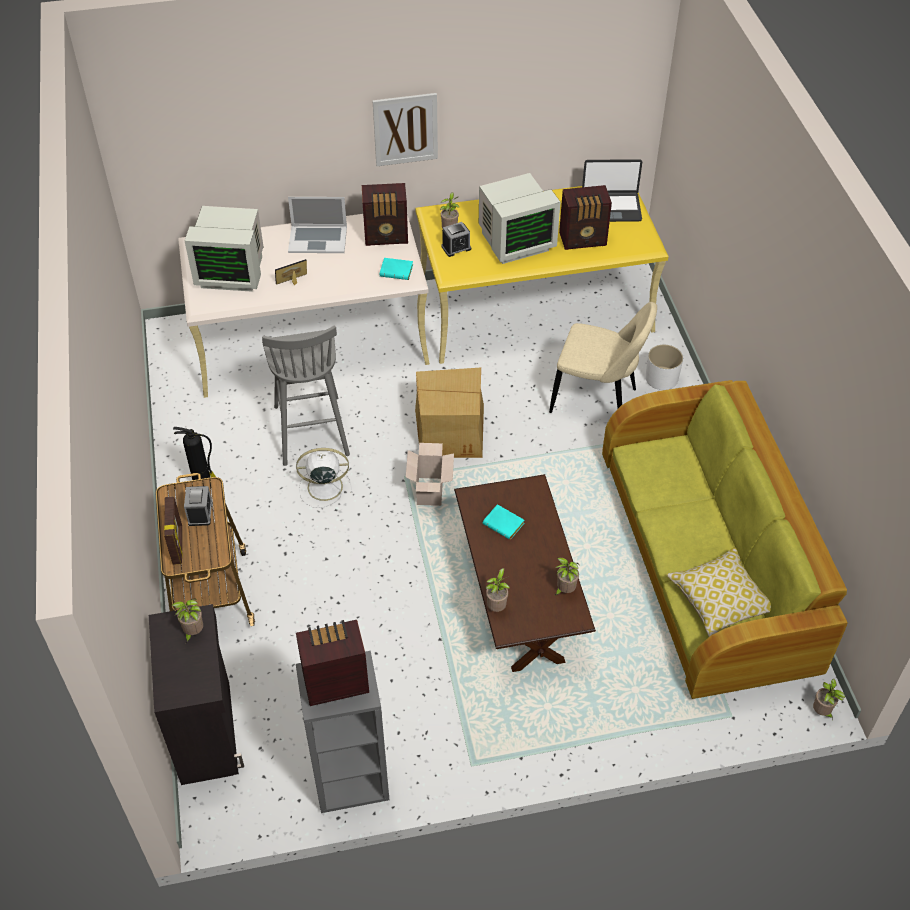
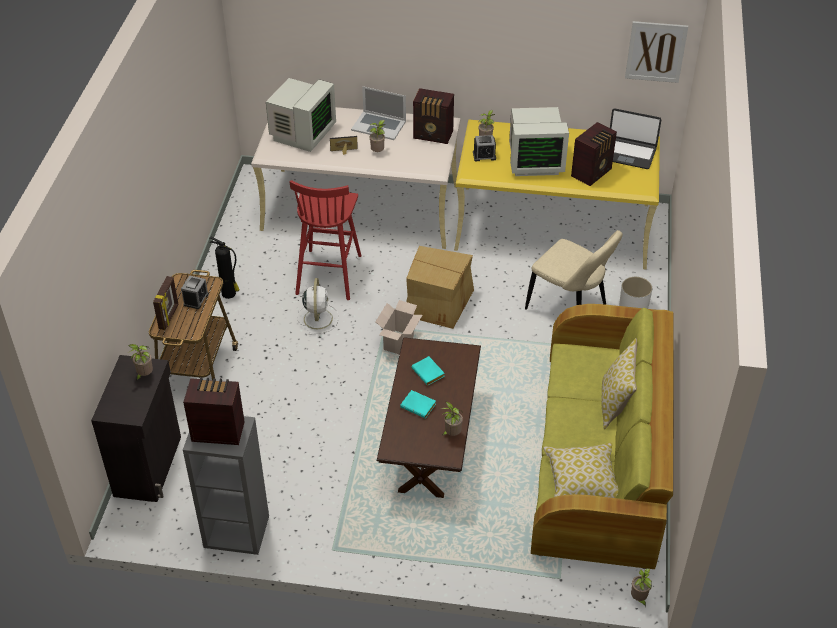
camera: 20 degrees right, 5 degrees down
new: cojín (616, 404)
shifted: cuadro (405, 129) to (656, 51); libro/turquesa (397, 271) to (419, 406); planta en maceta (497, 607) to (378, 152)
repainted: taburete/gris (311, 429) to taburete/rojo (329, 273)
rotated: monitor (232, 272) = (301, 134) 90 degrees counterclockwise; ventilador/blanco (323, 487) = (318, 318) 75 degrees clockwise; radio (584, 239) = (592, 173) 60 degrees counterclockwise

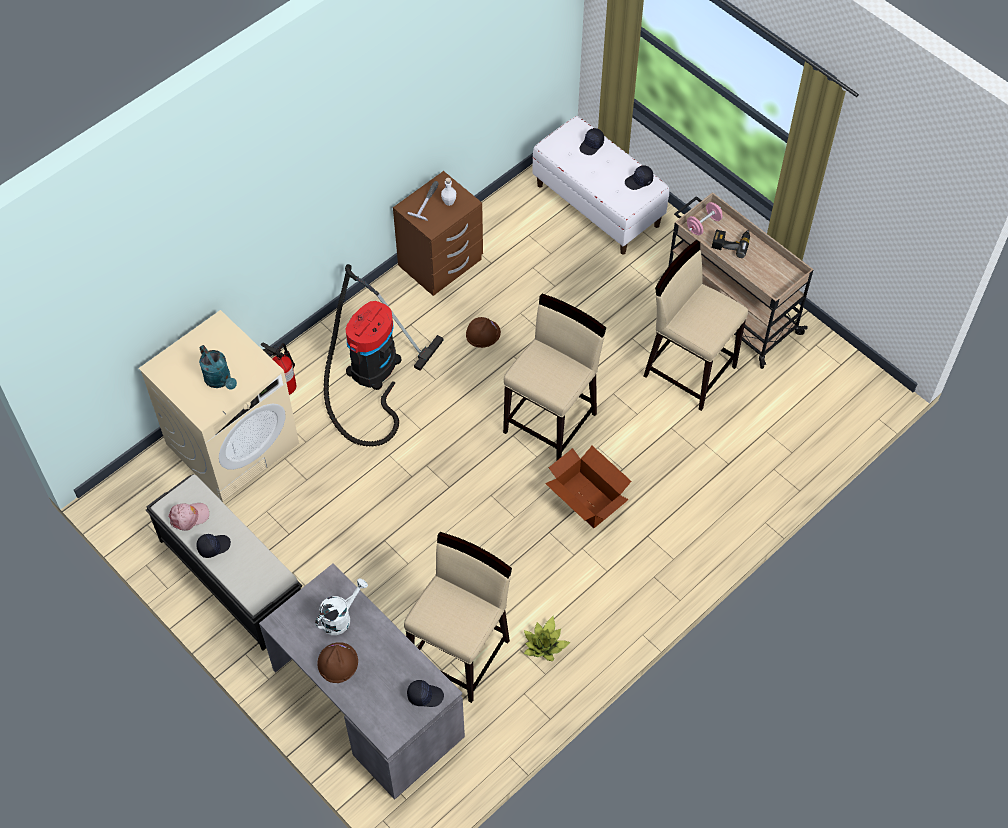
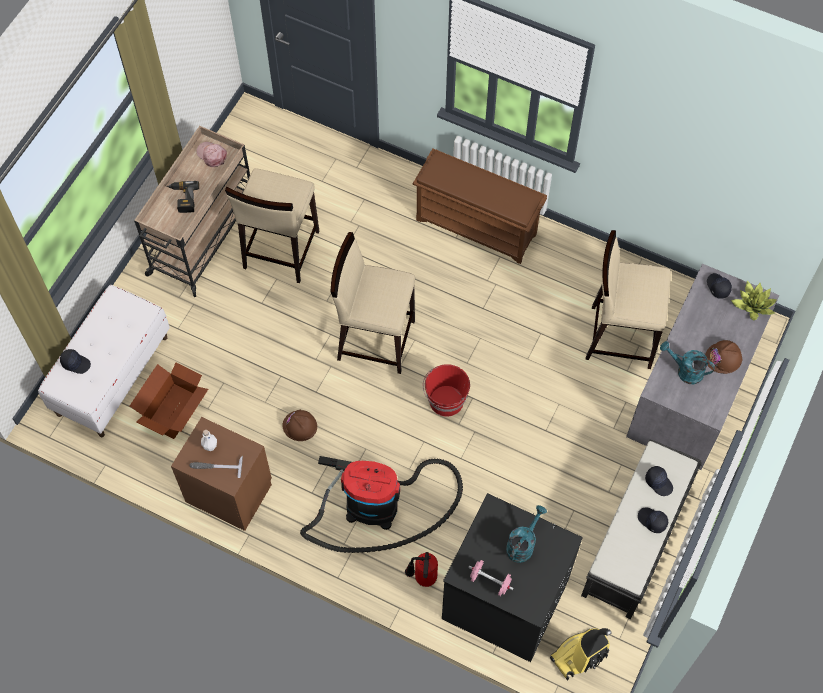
camera: 110 degrees left, 5 degrees up
new: zapatero/marrón (477, 226); cubo/rojo (446, 401); aspiradora (579, 656)
shifted: gorra/rosa (189, 517) to (212, 155); planta en maceta (545, 645) to (752, 305); caja de cartón (586, 500) to (174, 411); gorra/negro (639, 181) to (659, 482); mancuerna/rosa (703, 225) to (490, 581)
repainted: lavadora/beis (233, 443) to lavadora/negro (504, 599); regadera/blanco (340, 617) to regadera/turquesa (685, 371)

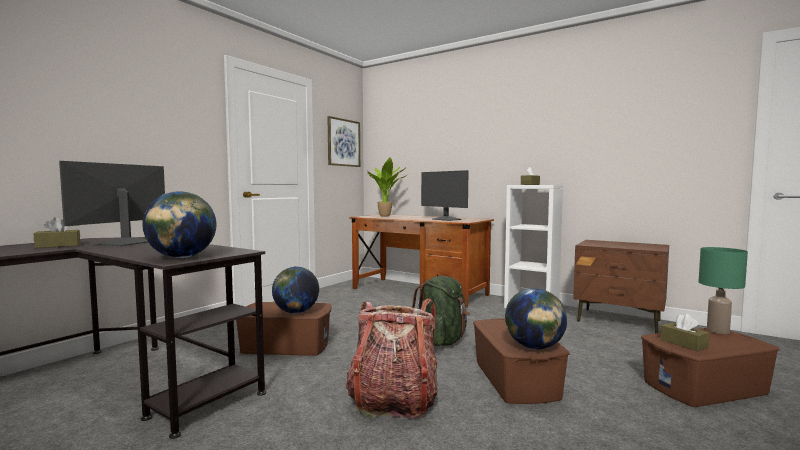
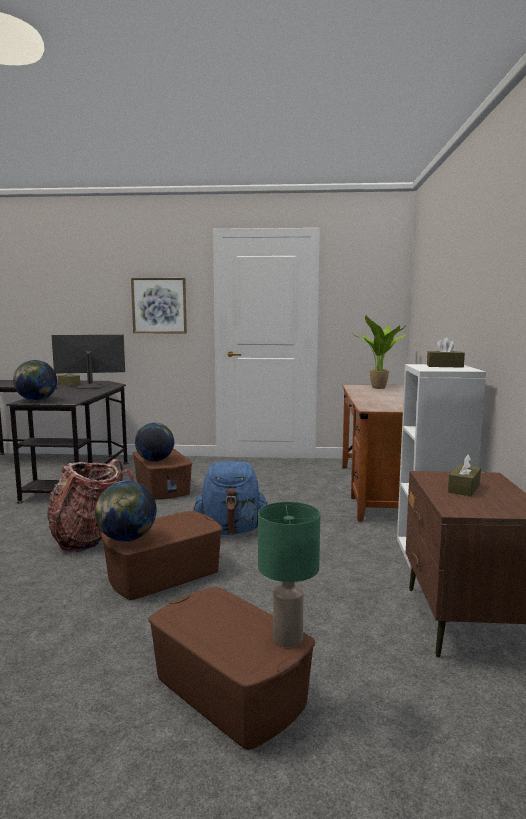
camera: 60 degrees right, 5 degrees up
gone: monitor (446, 219)
shifted: cuadro (343, 142) to (159, 305); caja de pañuelos/marrón (683, 343) to (464, 488)
repainted: mochila/verde (442, 341) to mochila/azul (231, 530)

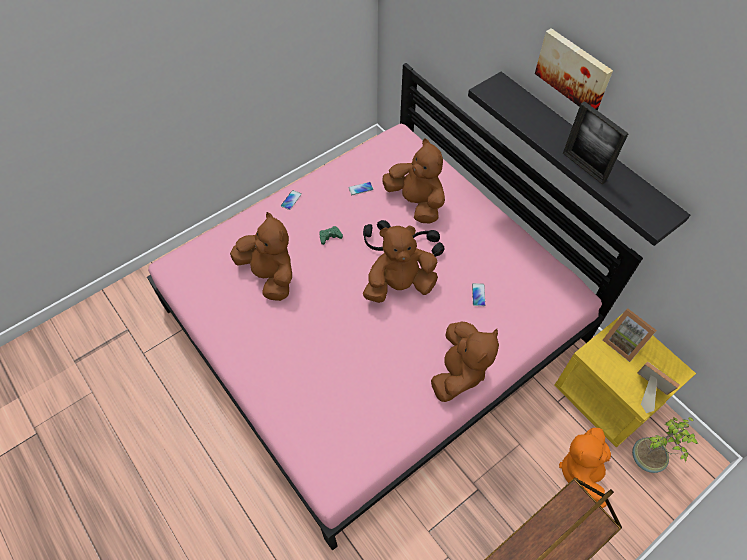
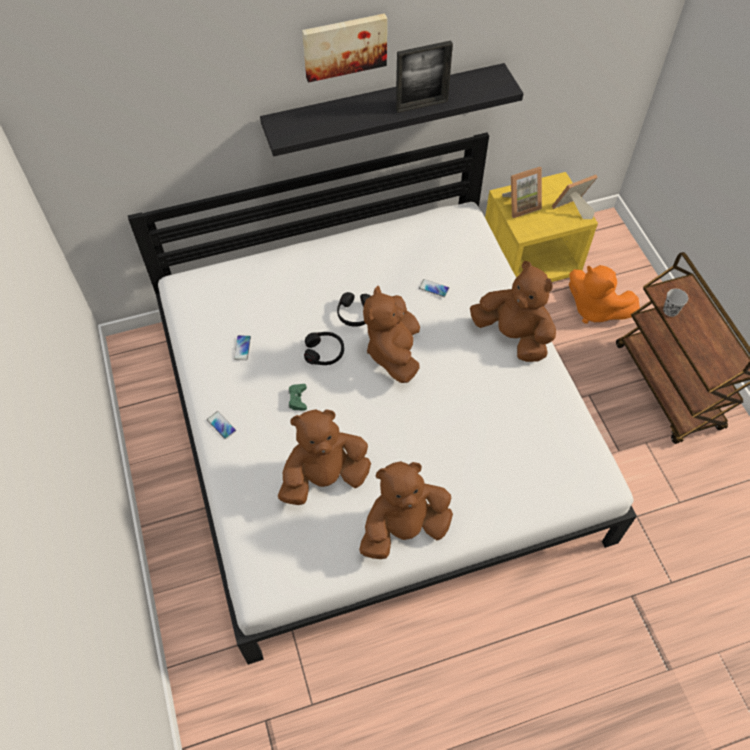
camera: 70 degrees left, 0 degrees up
gone: planta en maceta (647, 458)
new: taza/negro (670, 311)
shifted: peluche/marrón (416, 202) to (404, 528)
repainted: cama/rosa (373, 323) to cama/blanco (376, 425)

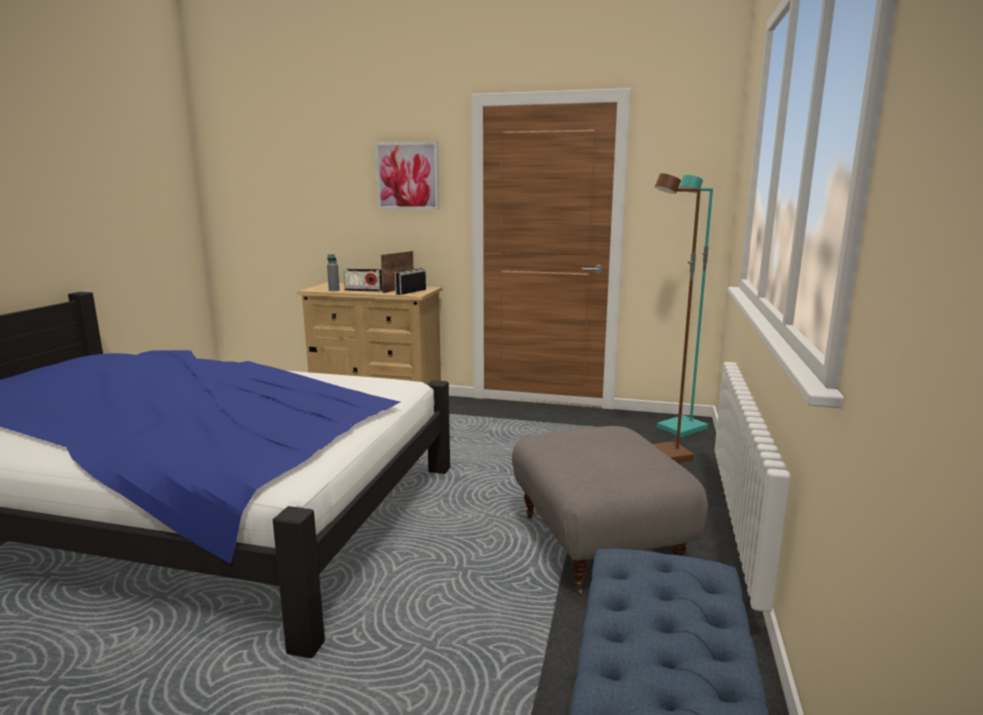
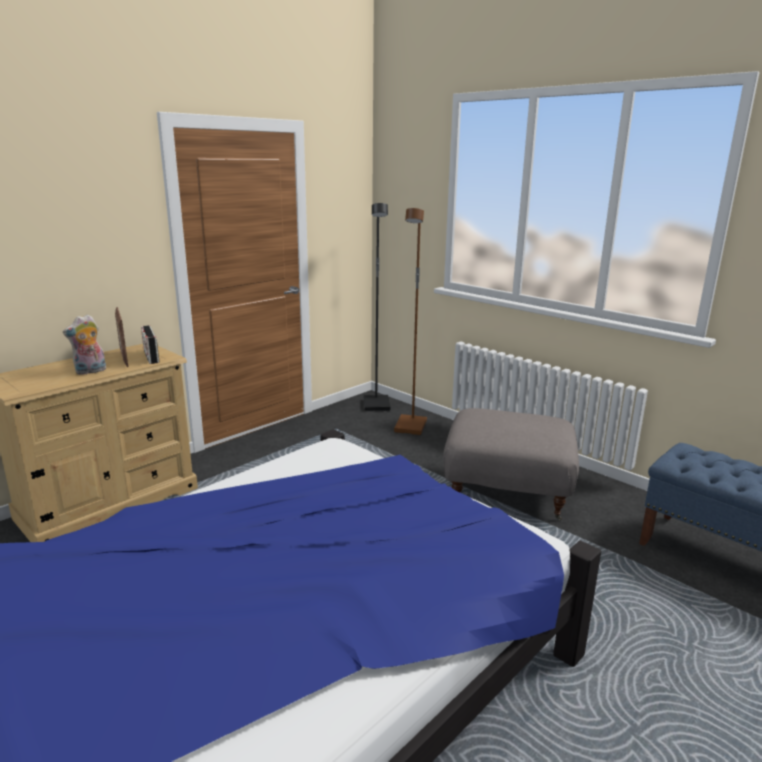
camera: 60 degrees left, 5 degrees up
gone: botella/gris (334, 290); cuadro (407, 176)
swapped: radio (363, 290) to peluche (90, 371)
repainted: lámpara de pie/turquesa (682, 429) to lámpara de pie/negro (377, 405)

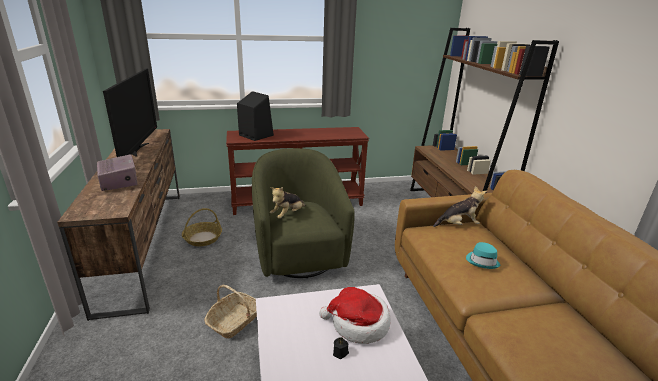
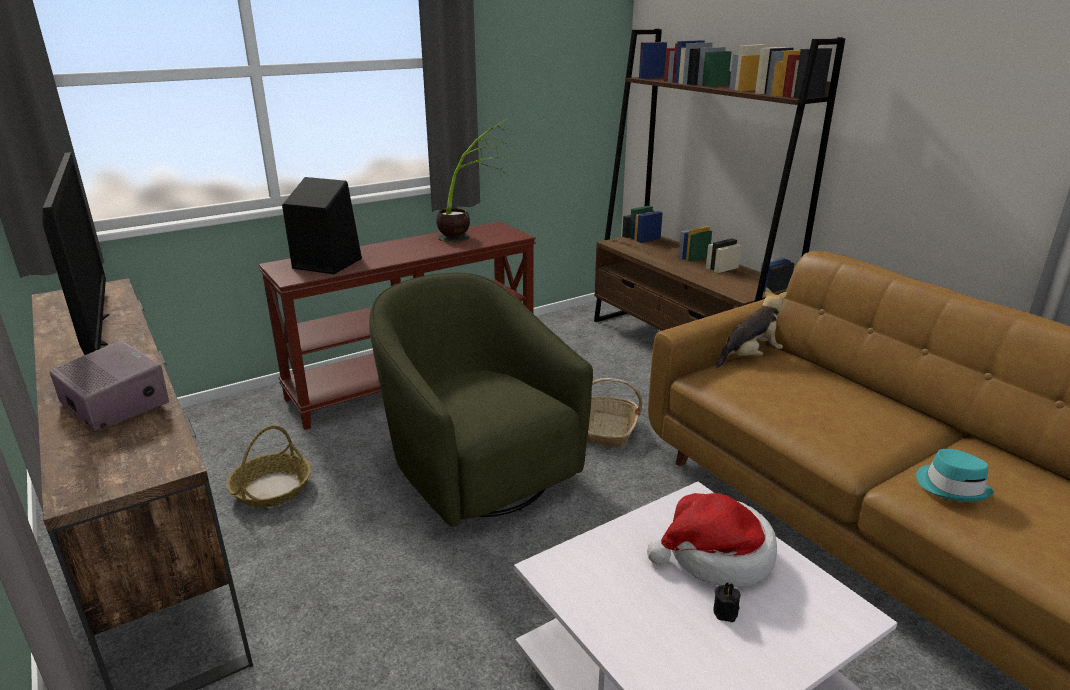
camera: 20 degrees left, 0 degrees up
gone: peluche (288, 215)
new: planta en maceta (472, 234)
shifted: cesta (234, 321) to (608, 430); sombrero/turquesa (482, 261) to (952, 486)

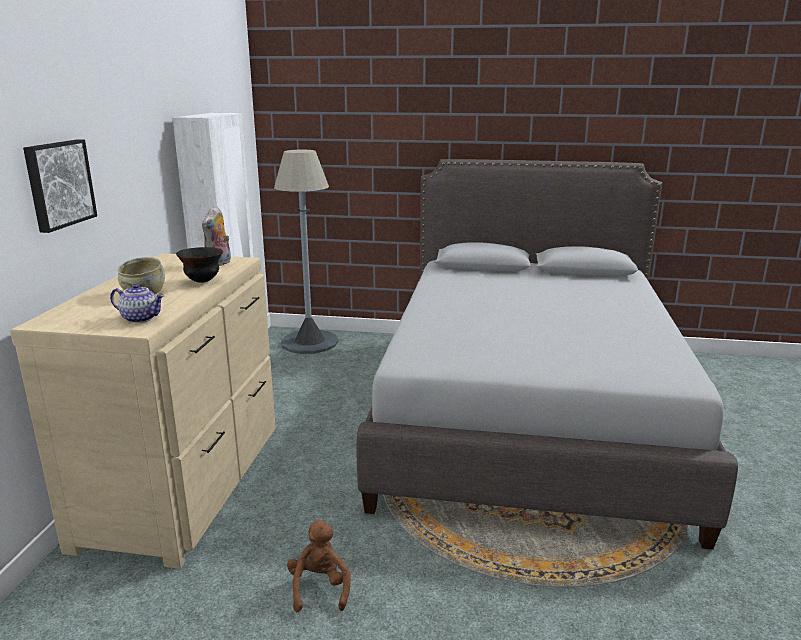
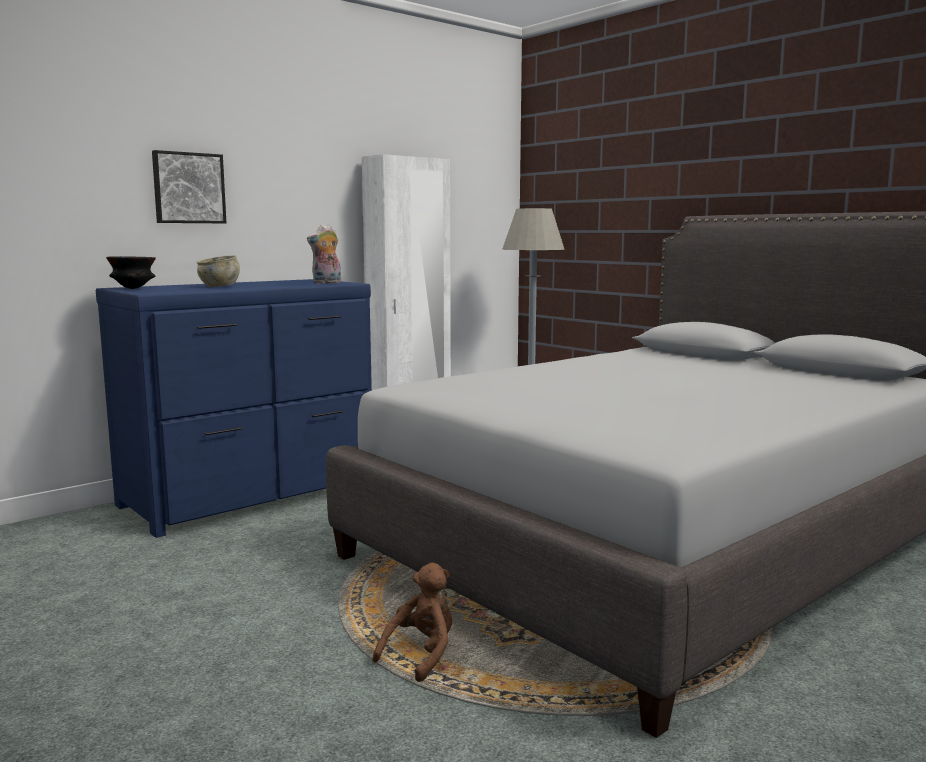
camera: 40 degrees right, 10 degrees down
gone: tetera (141, 318)
shifted: cuenco/negro (203, 281) to (134, 288); peluche/marrón (319, 588) to (421, 655)
repainted: cómoda/beis (187, 484) to cómoda/azul (252, 495)

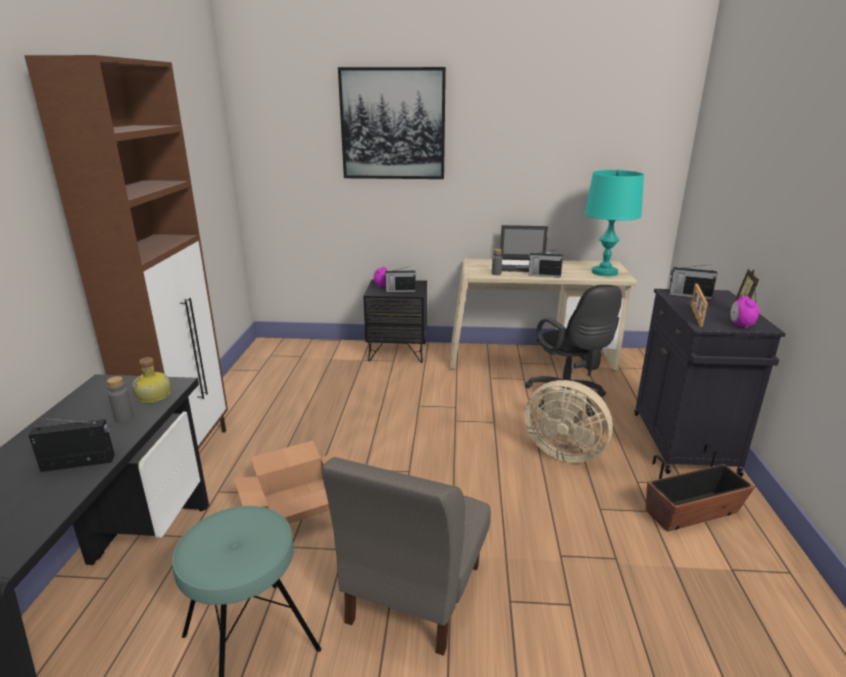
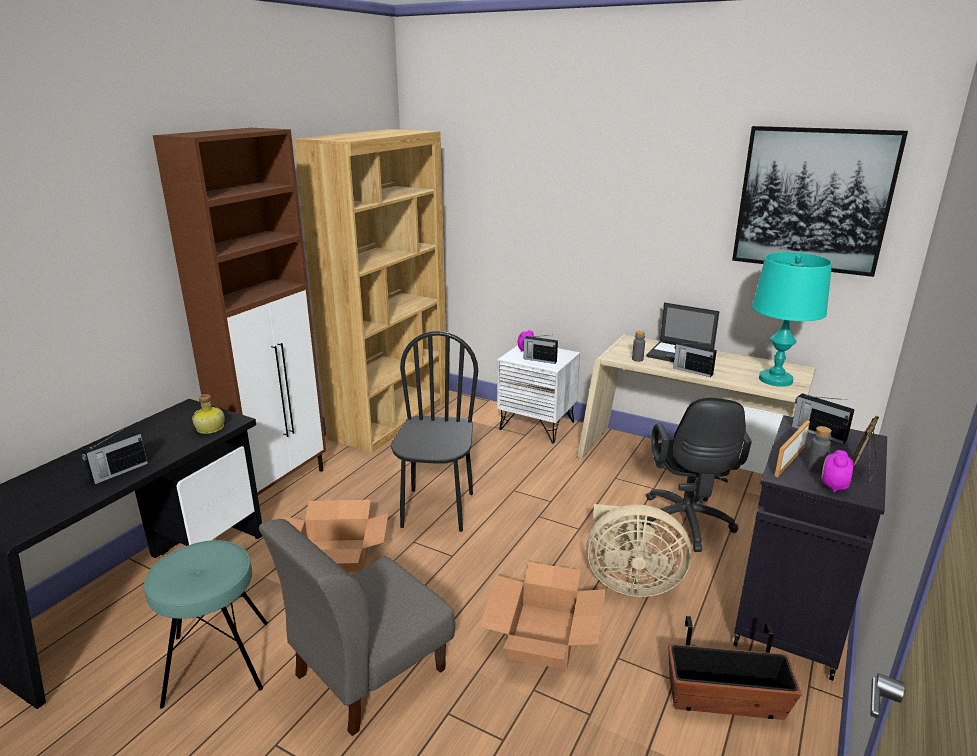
camera: 25 degrees right, 0 degrees up
new: estantería/marrón (391, 418); silla/negro (437, 509); caja de cartón (543, 635)
shifted: botella/gris (124, 418) to (815, 467); cuadro (393, 124) to (813, 200)
repainted: mesita de noche/negro (398, 352) to mesita de noche/blanco (537, 425)
rotated: radio (79, 463) = (118, 472) 120 degrees clockwise; ventilador/beis (563, 451) = (629, 582) 45 degrees counterclockwise

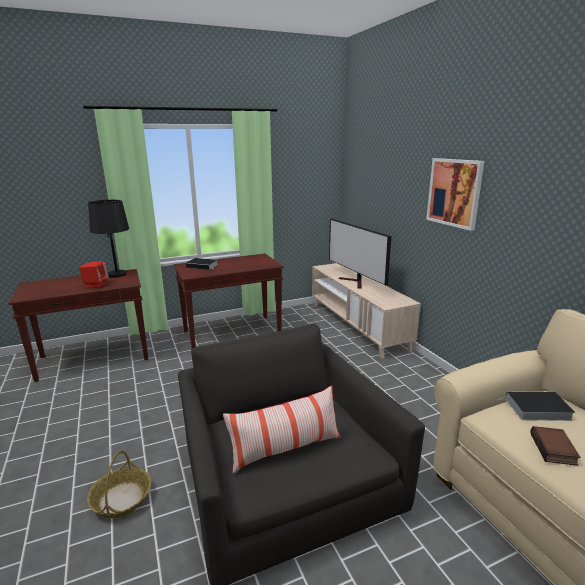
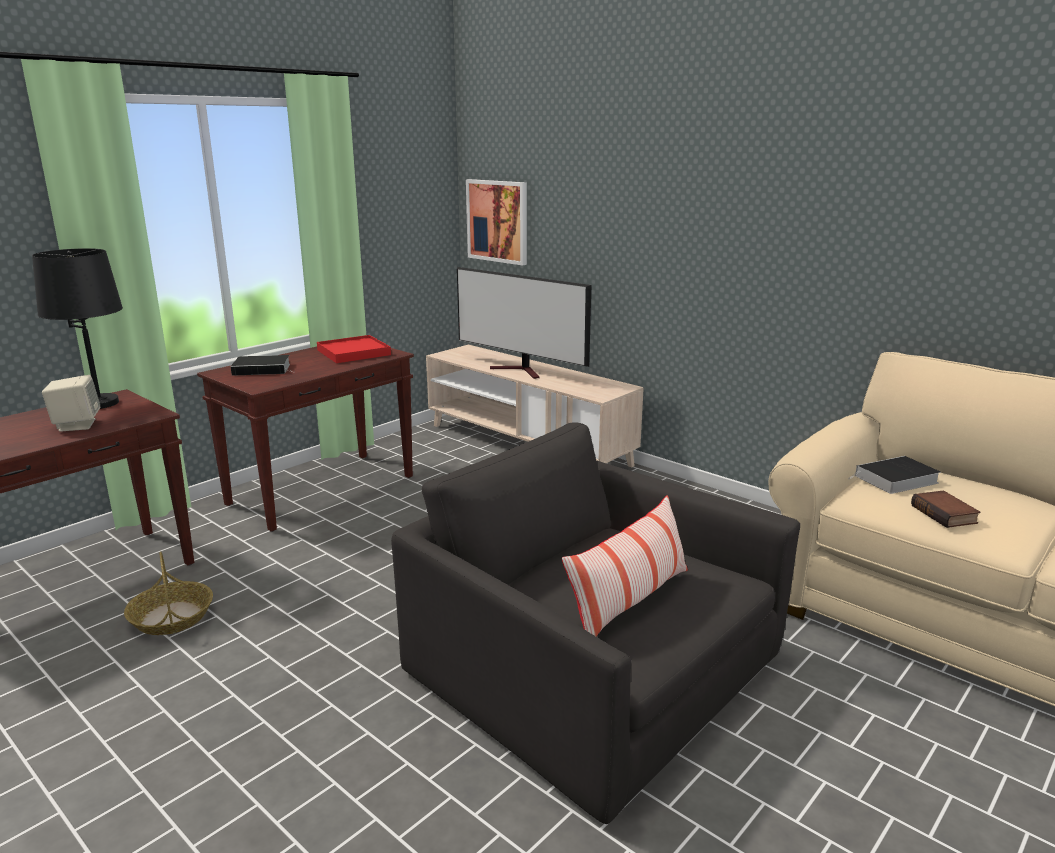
camera: 25 degrees left, 0 degrees up
new: bandeja/rojo (354, 352)
shifted: cesta (121, 499) to (172, 617); cuadro (454, 192) to (497, 221)
repainted: altavoz/rojo (96, 284) to altavoz/beis (76, 425)

